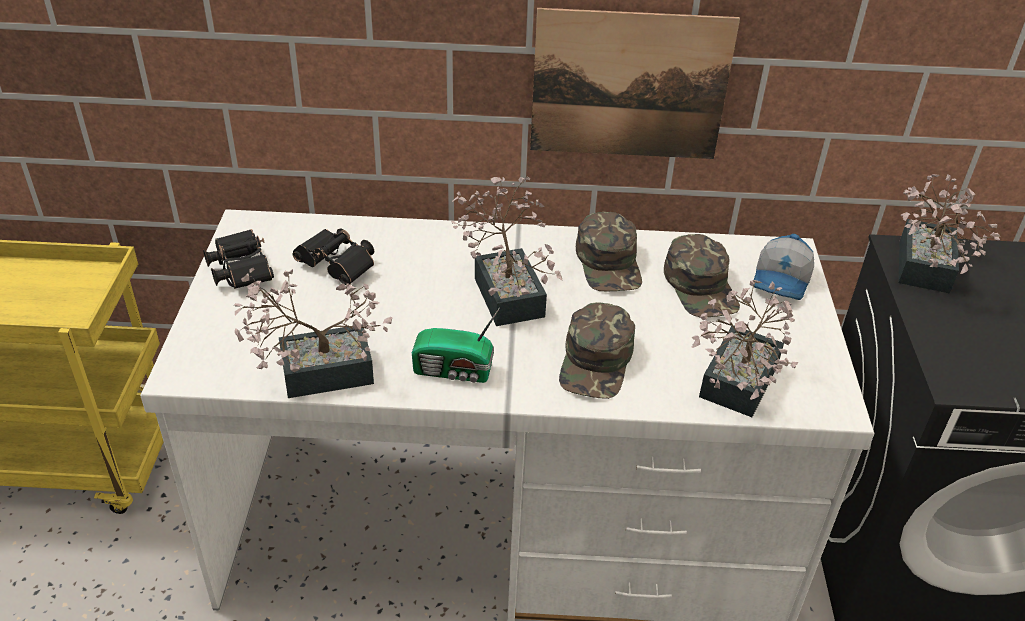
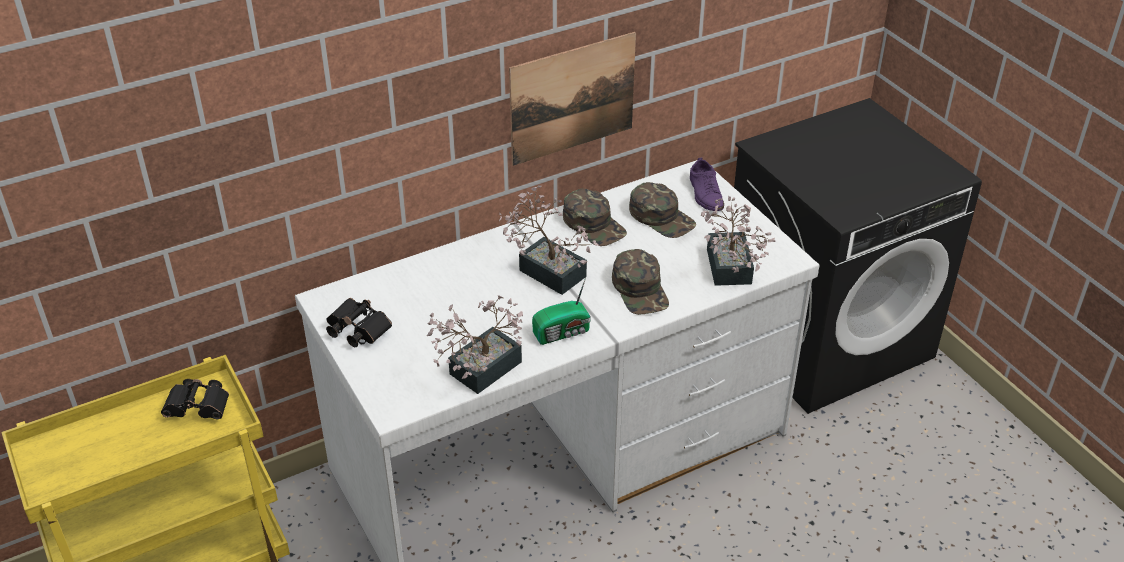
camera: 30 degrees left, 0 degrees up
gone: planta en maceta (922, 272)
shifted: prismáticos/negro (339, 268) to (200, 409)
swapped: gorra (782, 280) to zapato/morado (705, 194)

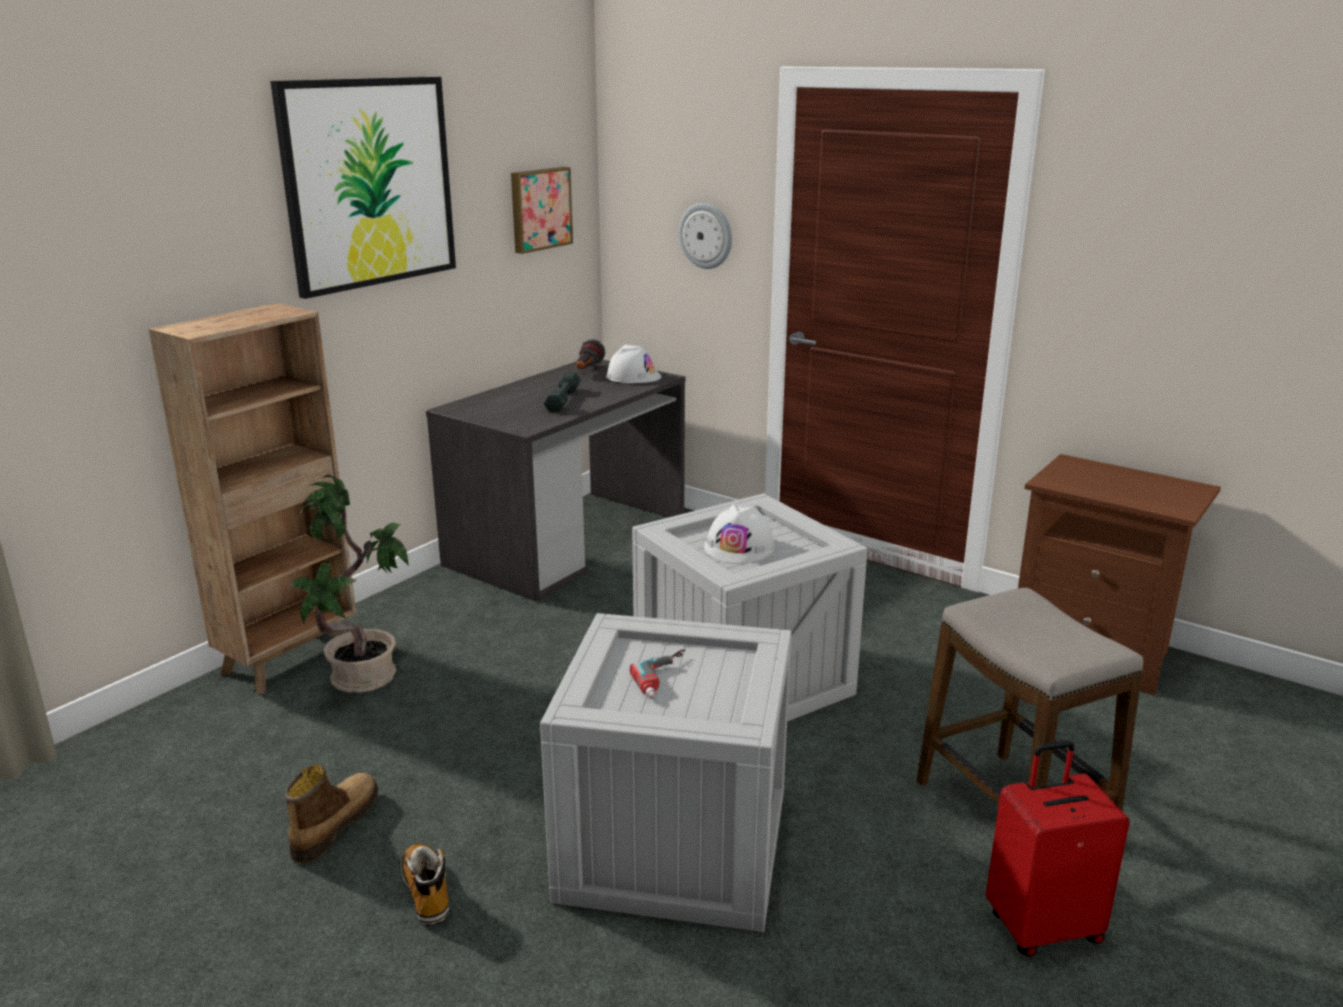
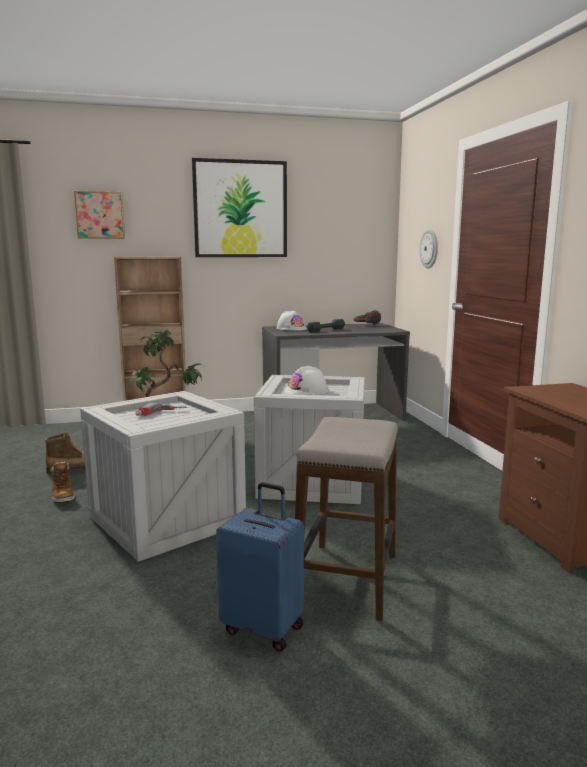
camera: 40 degrees right, 10 degrees down
shifted: cuadro (539, 209) to (100, 215); casco/blanco (633, 376) to (291, 328)
repainted: maleta/rojo (1042, 926) to maleta/azul (264, 628)
rotated: bota (427, 892) = (63, 496) 135 degrees clockwise

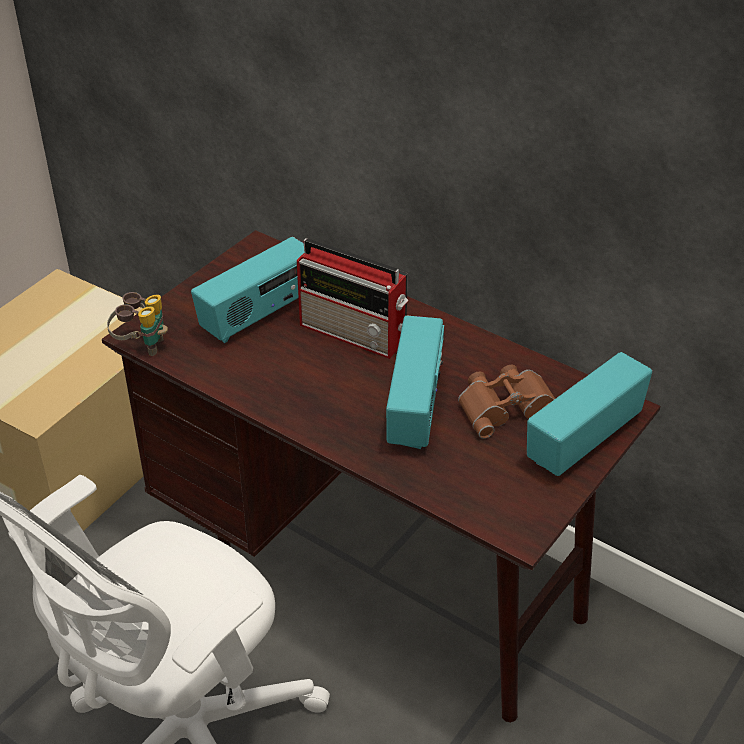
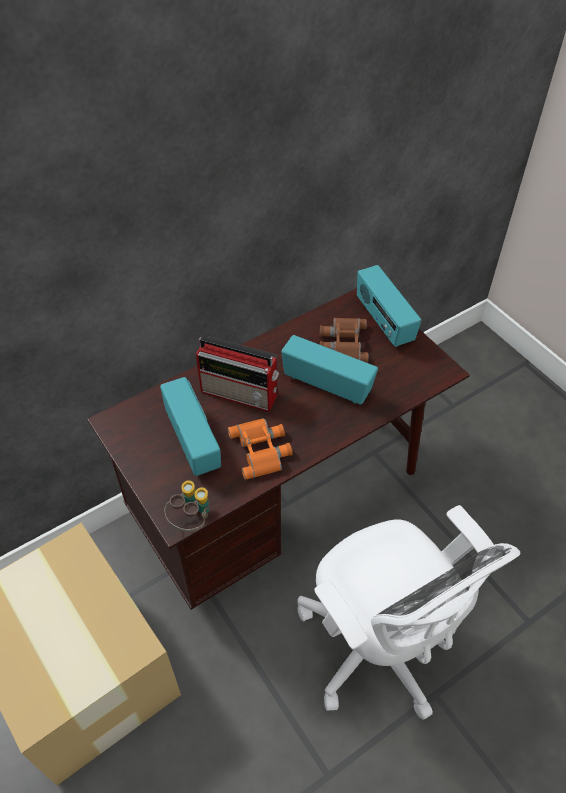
camera: 70 degrees left, 10 degrees up
new: prismáticos/naranja (262, 450)
rotated: radio (355, 333) = (241, 393) 60 degrees clockwise

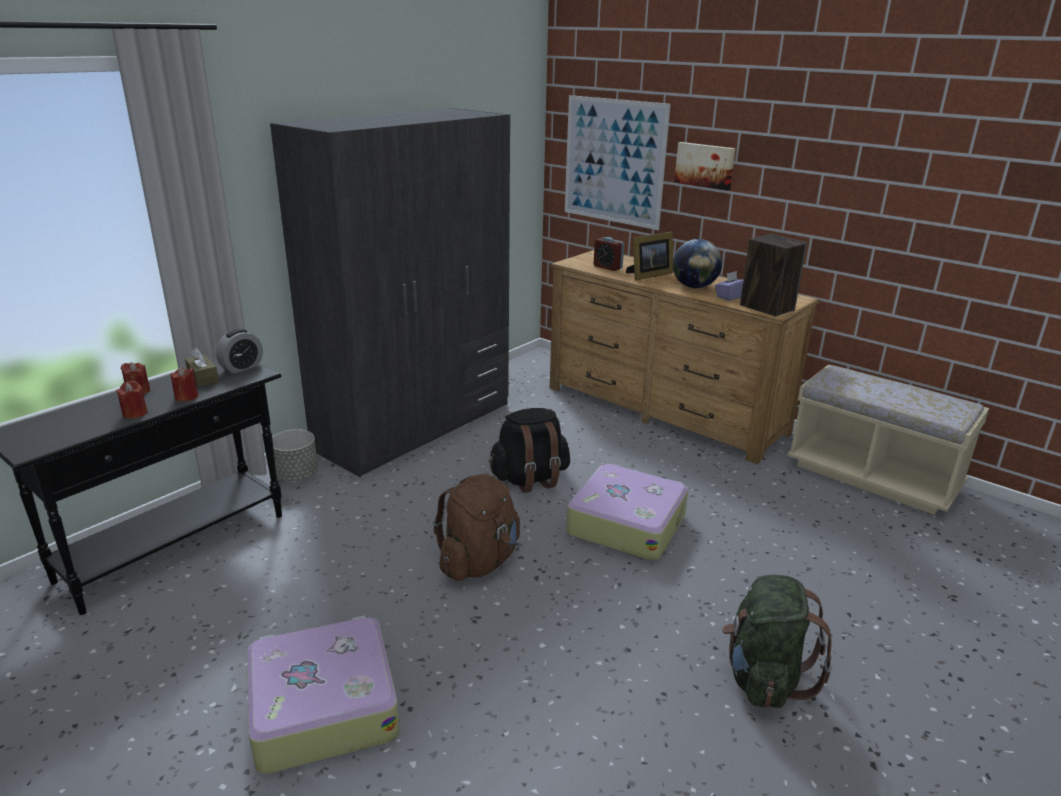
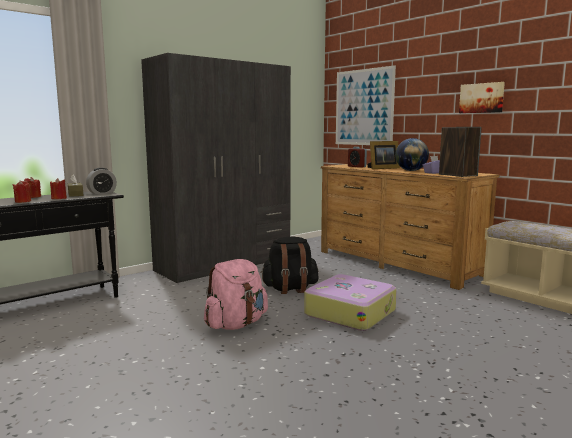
camera: 10 degrees right, 15 degrees down
gone: maleta (322, 706); maceta/gris (296, 475); mochila/verde (764, 678)
shifted: cuadro (705, 165) to (481, 98)
repainted: mochila/marrón (479, 562) to mochila/rosa (236, 324)

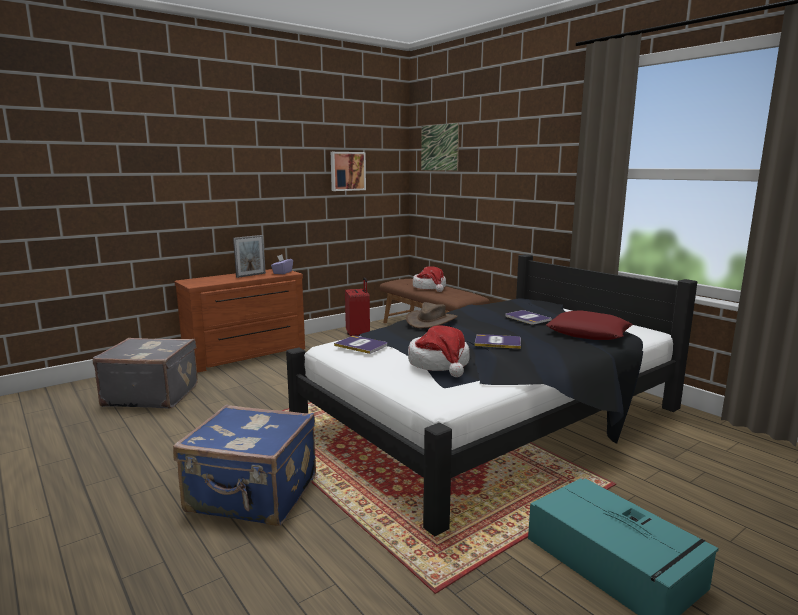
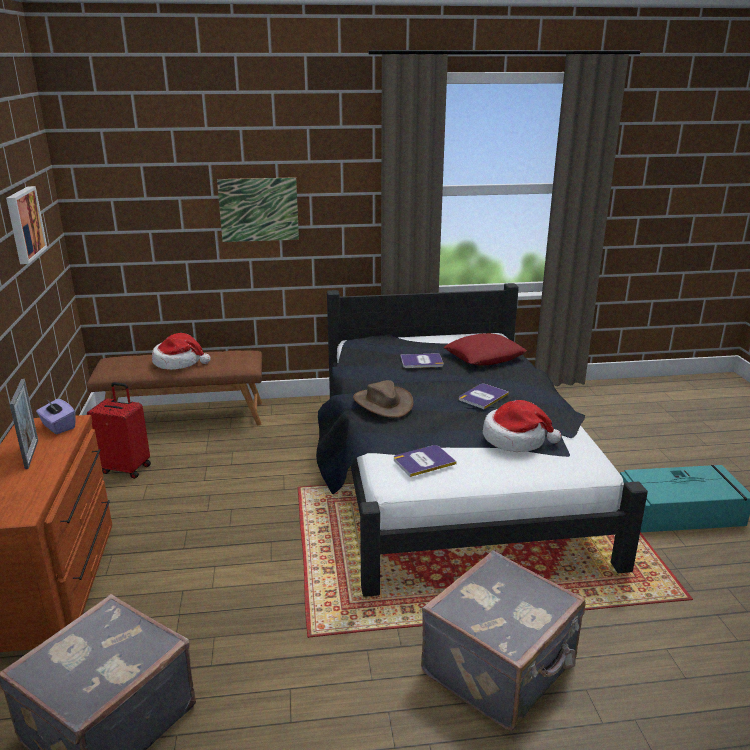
camera: 60 degrees left, 10 degrees up
shifted: cuadro (439, 147) to (258, 209)
repainted: maleta/azul (252, 496) to maleta/gris (501, 669)

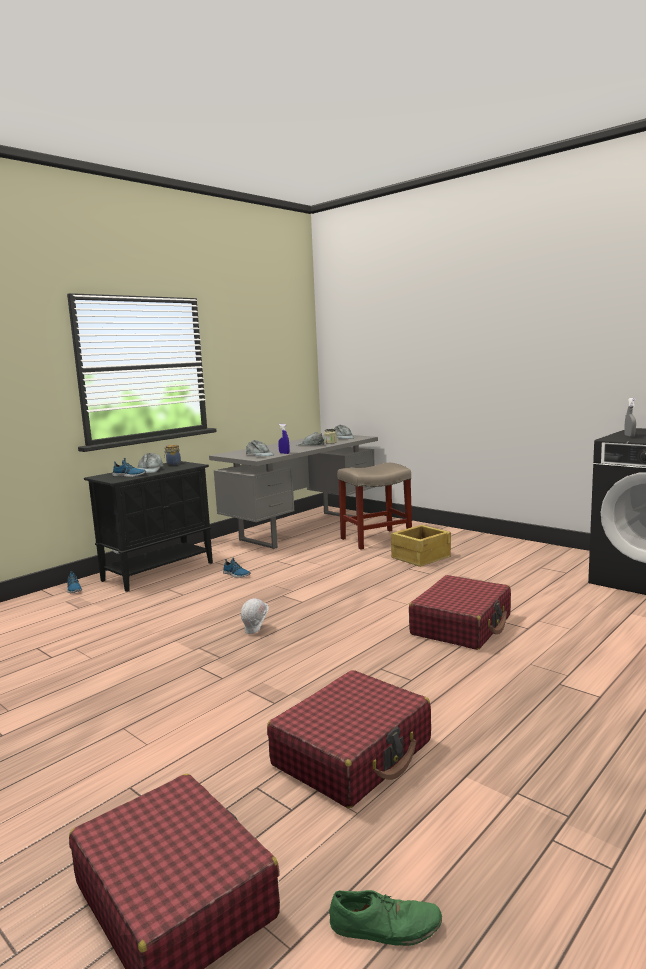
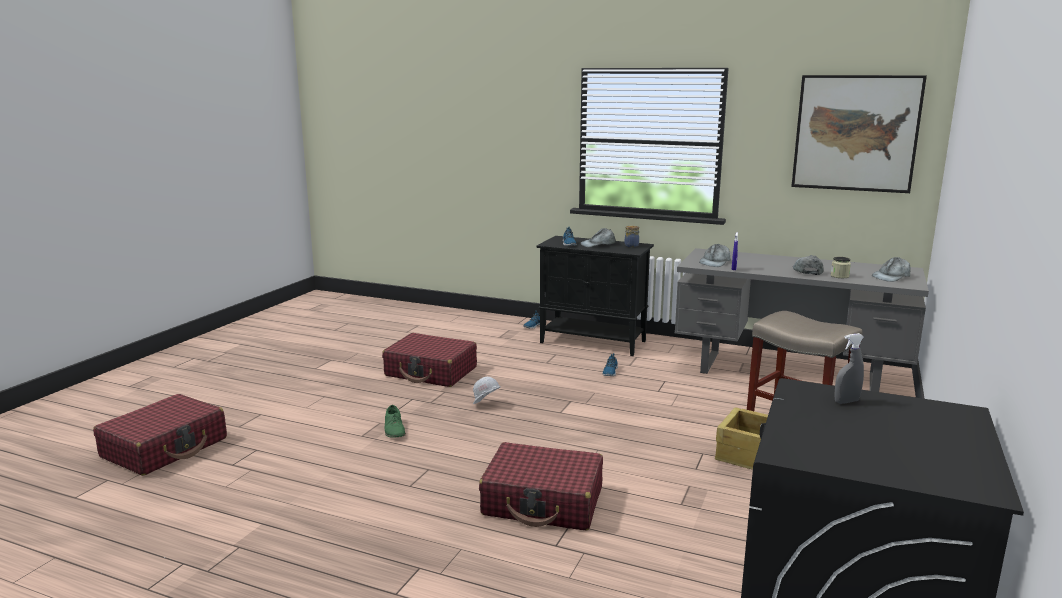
camera: 70 degrees right, 5 degrees up
new: cuadro (855, 133)
shifted: maleta/rojo (353, 753) to (431, 372); zapato/verde (385, 926) to (394, 429)

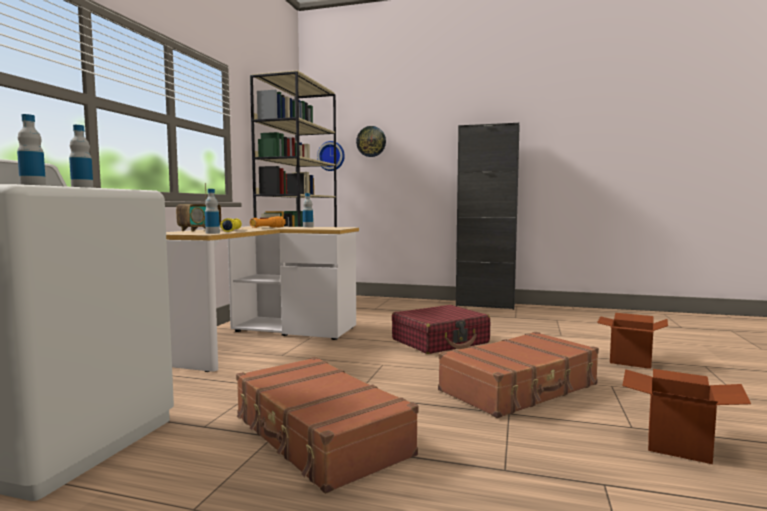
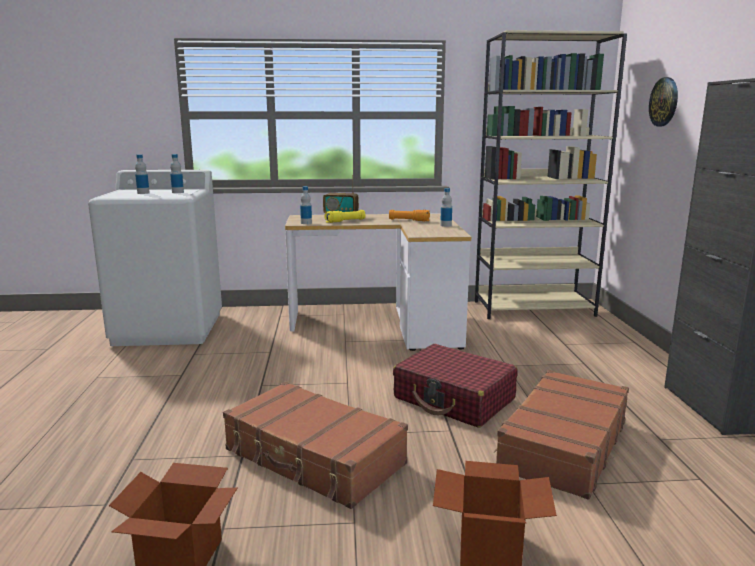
camera: 70 degrees right, 10 degrees up
gone: reloj de pared (331, 156)
shifted: maleta/marrón (318, 436) to (562, 445)

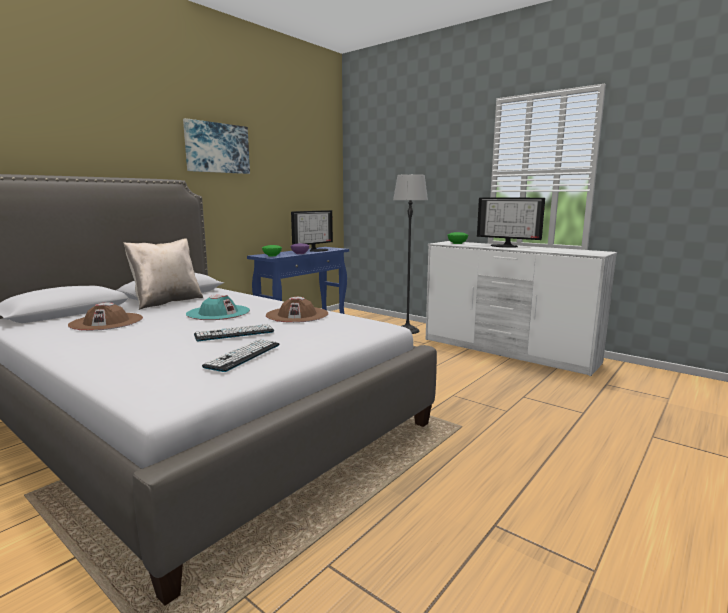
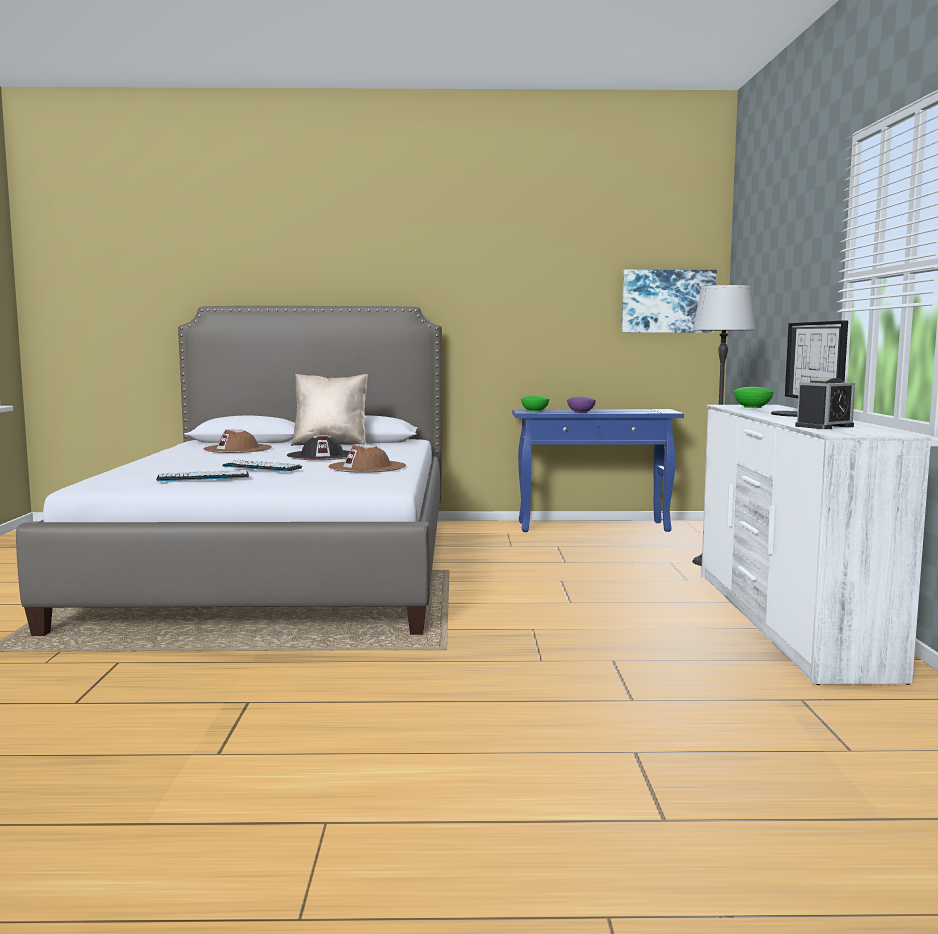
camera: 50 degrees right, 5 degrees down
gone: monitor (317, 250)
new: despertador (824, 426)
shifted: cuadro (217, 148) to (668, 301)
repainted: sombrero/turquesa (218, 313) to sombrero/negro (322, 455)

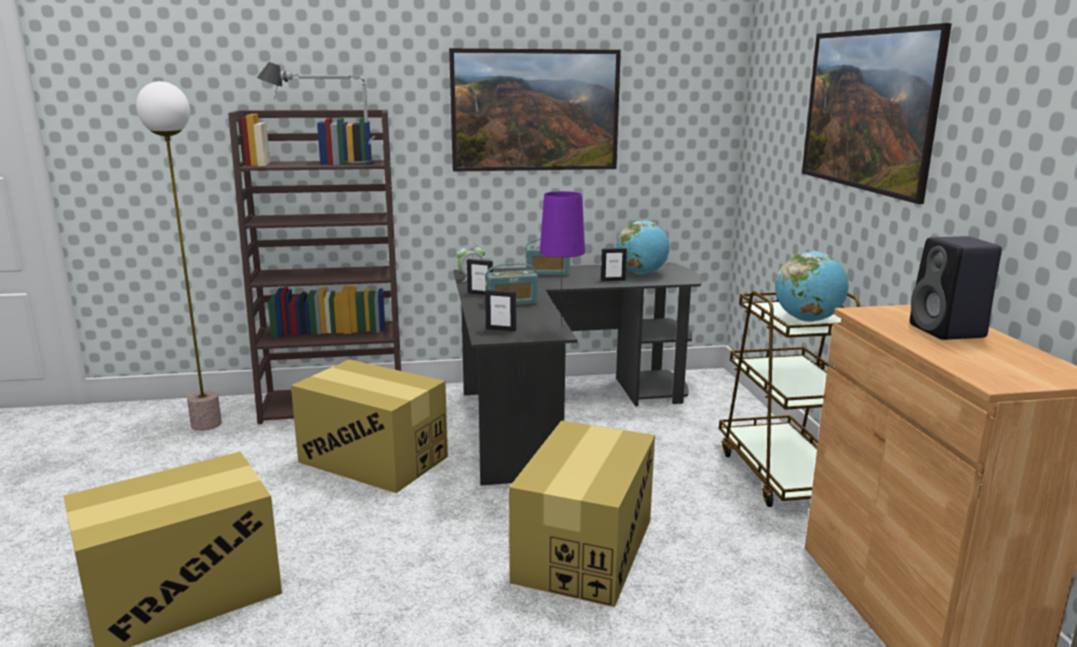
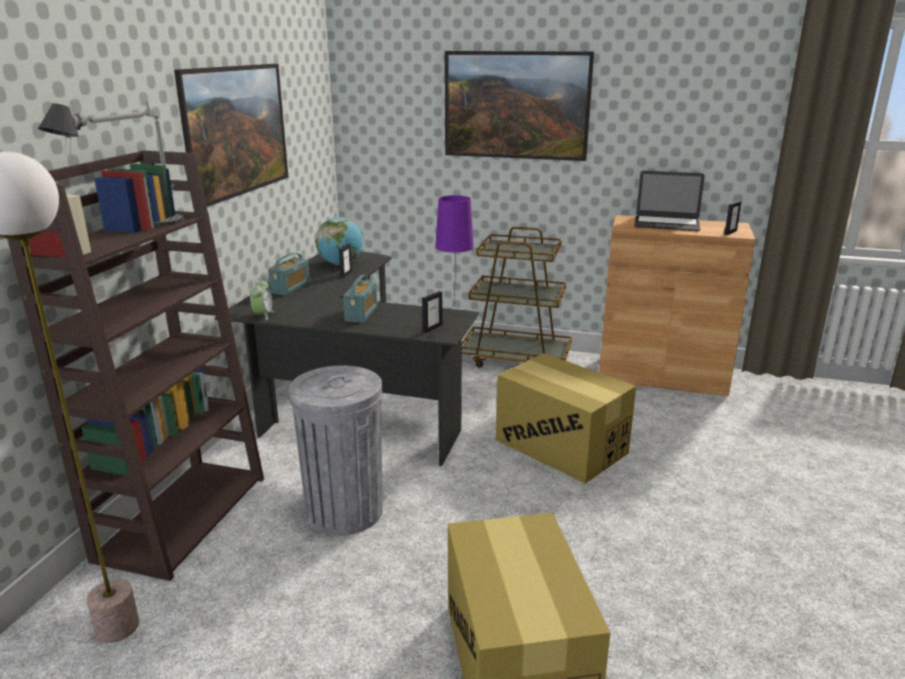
camera: 65 degrees left, 5 degrees up
gone: globo terráqueo (807, 320)
shifted: portarretratos (480, 294) to (730, 232)
swapped: caja de cartón (373, 459) to papelera/gris (344, 511); altavoz/negro (949, 332) to portátil (666, 224)

